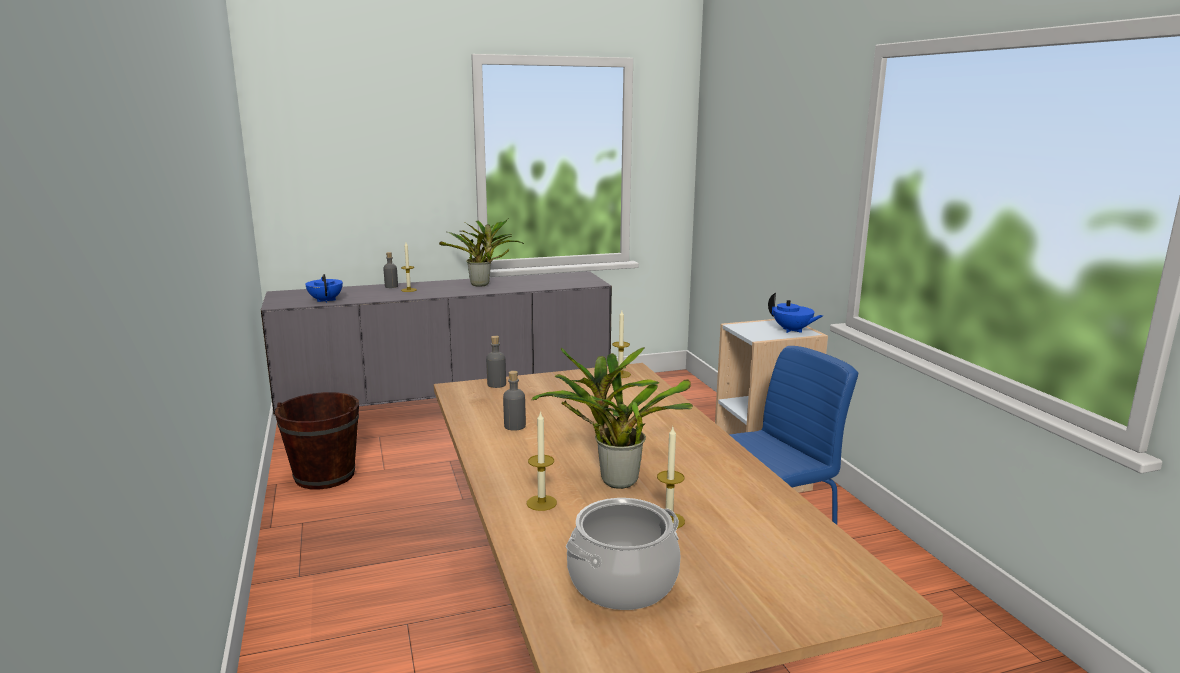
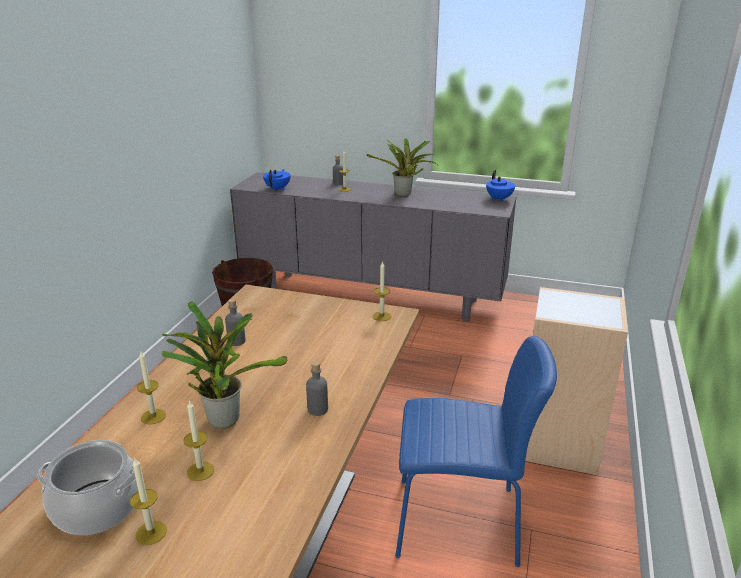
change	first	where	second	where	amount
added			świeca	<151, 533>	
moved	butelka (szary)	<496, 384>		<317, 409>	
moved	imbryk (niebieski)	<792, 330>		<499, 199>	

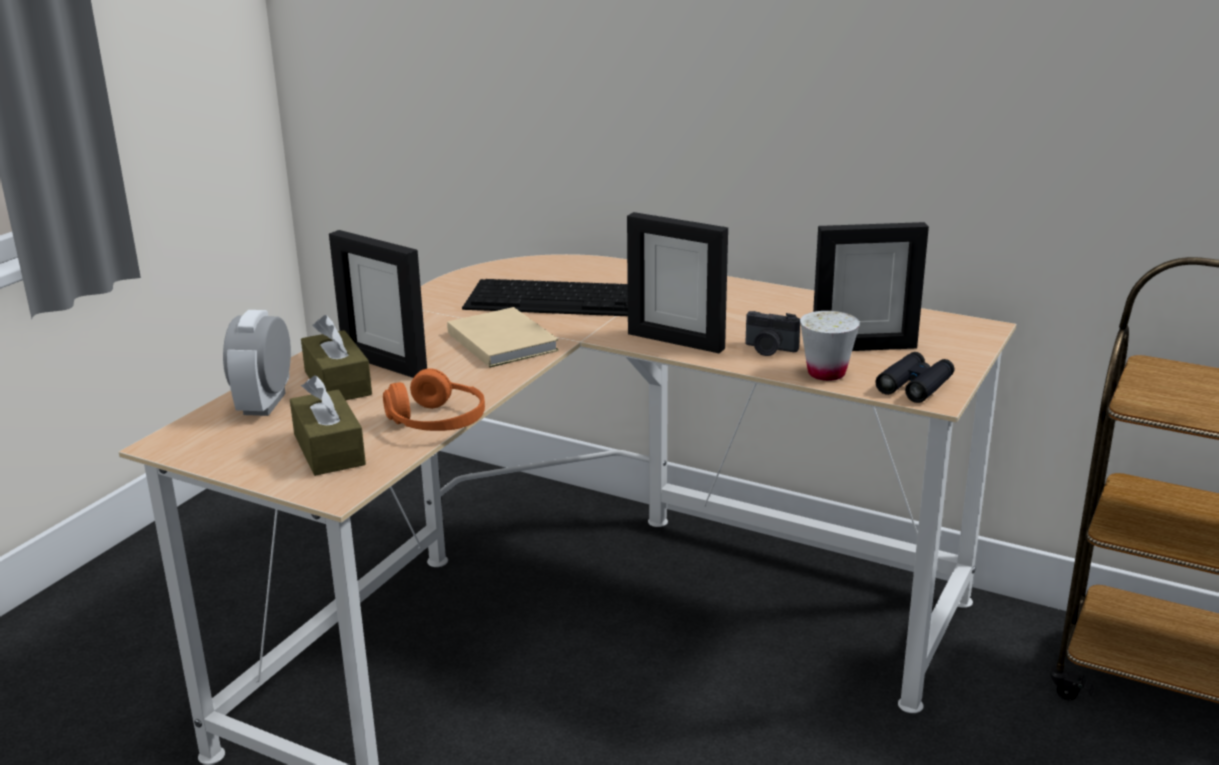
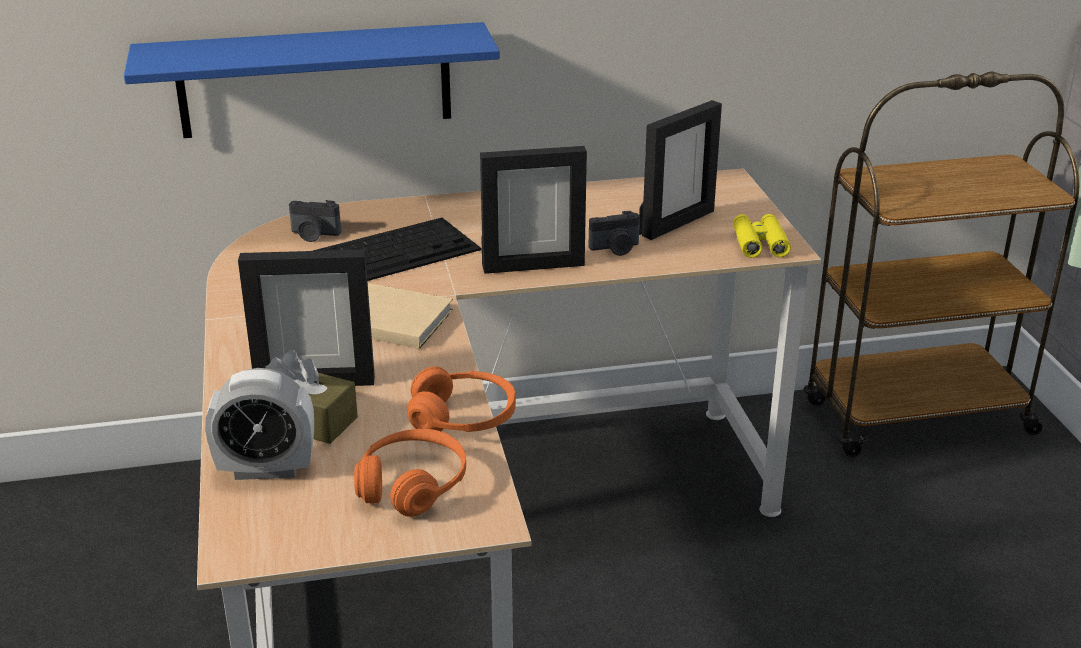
change	first	where	second	where	amount
removed	filiżanka (biały)	<826, 373>			
added			półka (niebieski)	<315, 80>	
added			aparat fotograficzny	<314, 235>	
replaced	pudełko chusteczek (brązowy)	<329, 449>	słuchawki (pomarańczowy)	<412, 485>	
recoloured	lornetka (czarny)	<915, 385>	lornetka (żółty)	<759, 243>	
turned	budzik	<265, 404>		<266, 469>	60 degrees counterclockwise

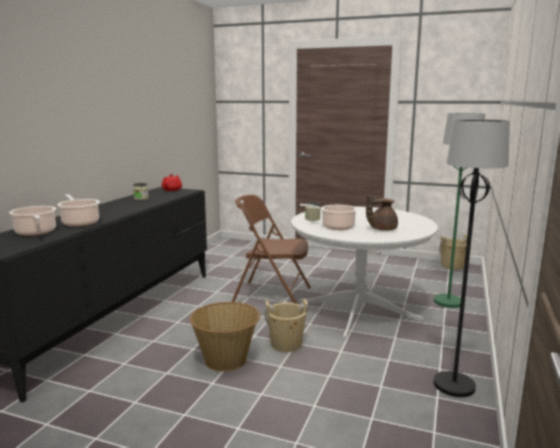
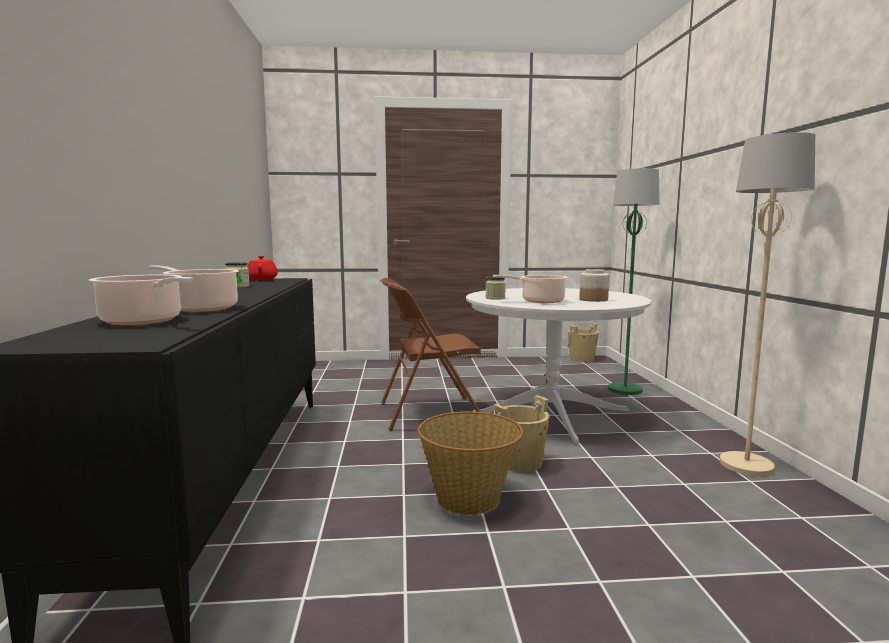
change	first	where	second	where	amount
replaced	imbryk (brązowy)	<381, 229>	słoik	<593, 299>	
recoloured	lampa stojąca (czarny)	<454, 385>	lampa stojąca (beżowy)	<747, 465>	

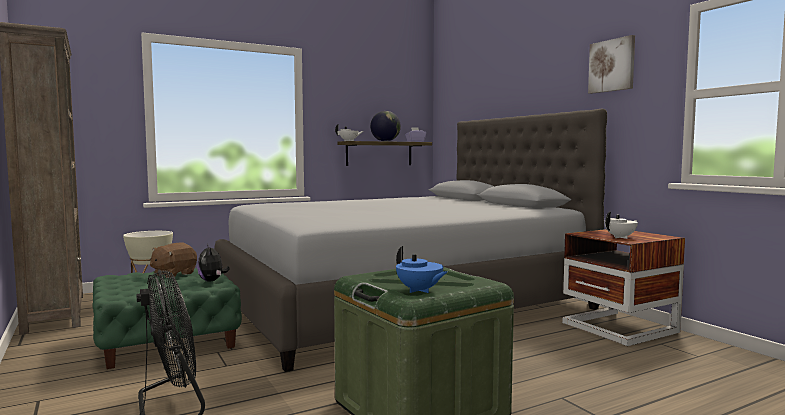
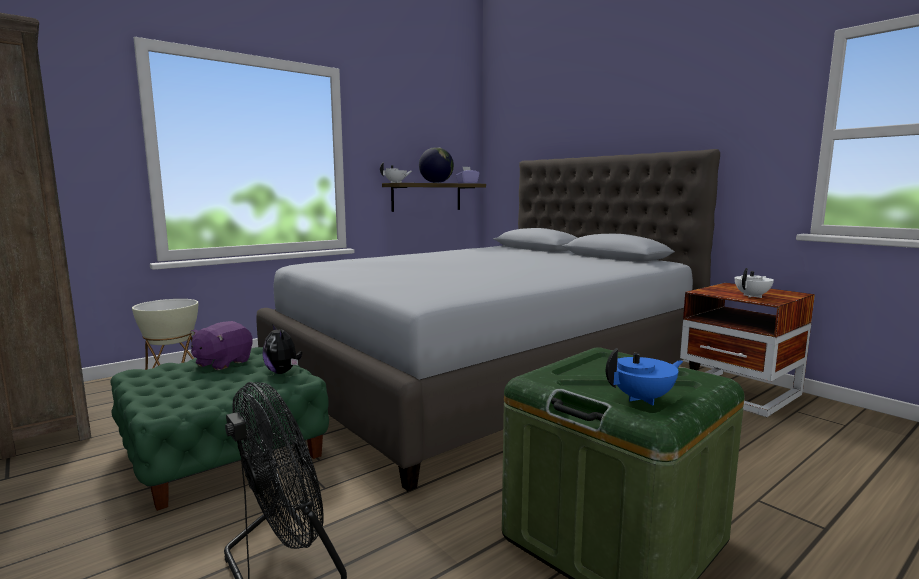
change	first	where	second	where	amount
removed	obraz	<612, 65>			
recoloured	pluszak (brązowy)	<173, 274>	pluszak (fioletowy)	<222, 363>	
turned	imbryk (niebieski)	<419, 290>		<642, 399>	60 degrees counterclockwise

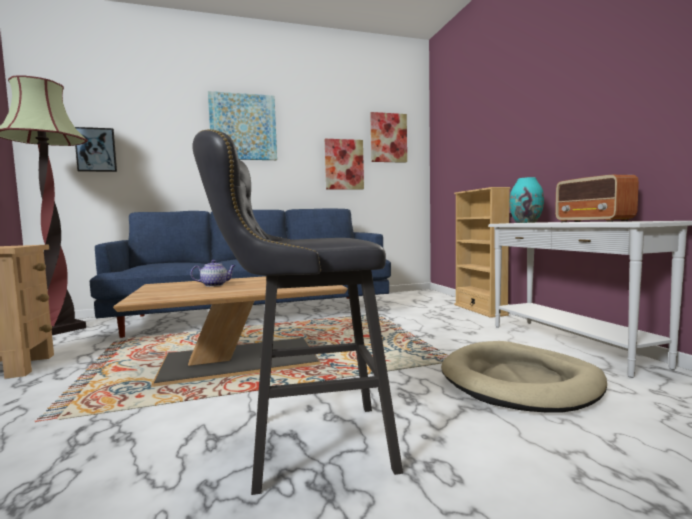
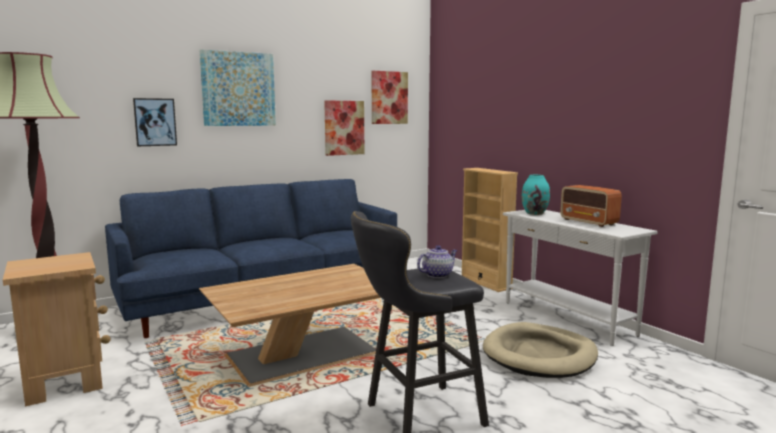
change	first	where	second	where	amount
moved	obraz	<96, 150>		<155, 122>	
moved	imbryk	<215, 285>		<437, 275>	

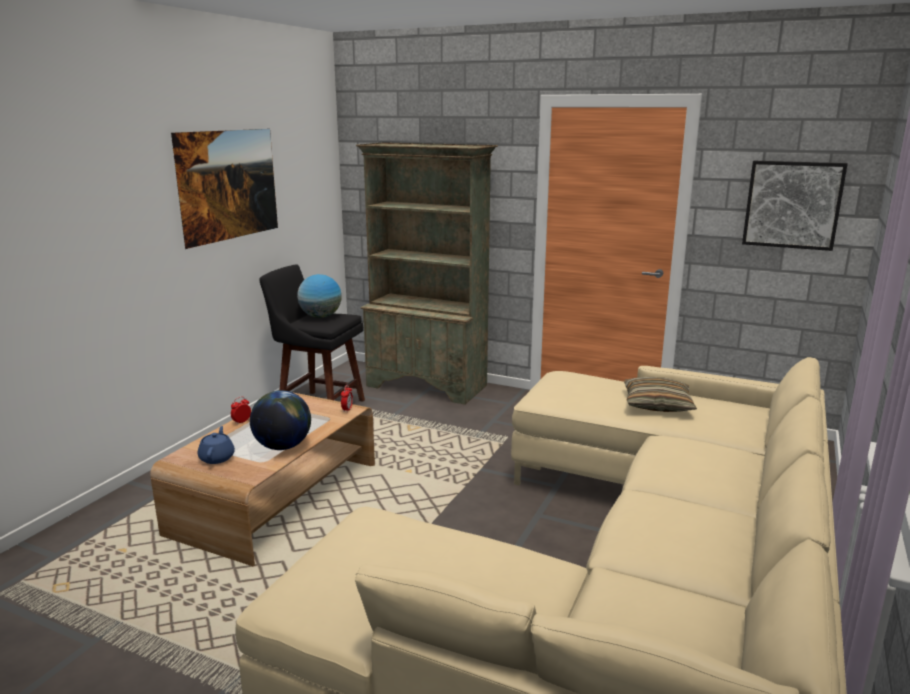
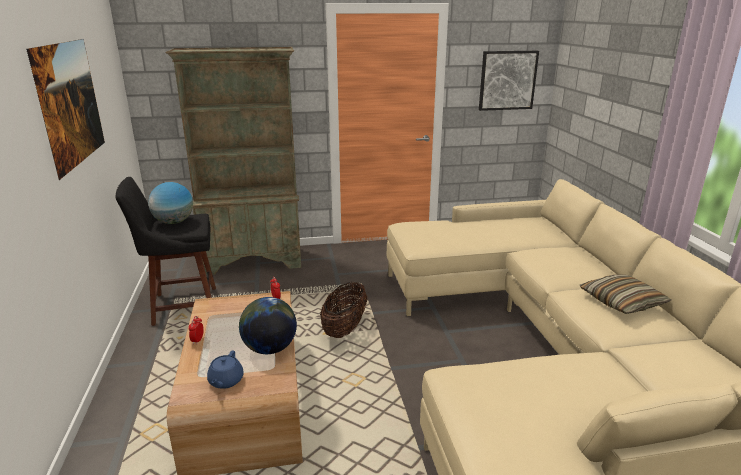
change	first	where	second	where	amount
added			koszyk	<344, 328>	
moved	poduszka	<657, 404>		<621, 302>	
turned	imbryk (niebieski)	<217, 458>		<225, 381>	135 degrees counterclockwise

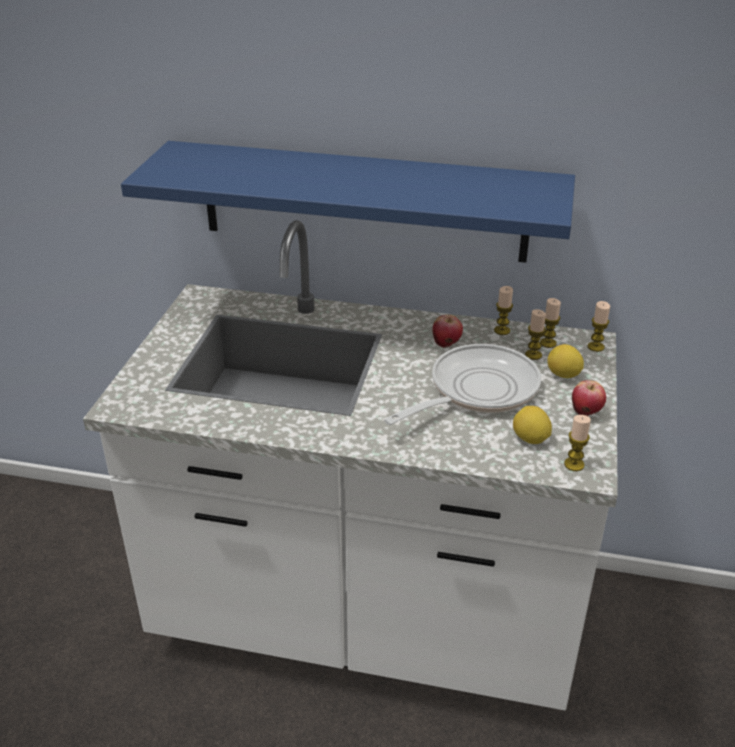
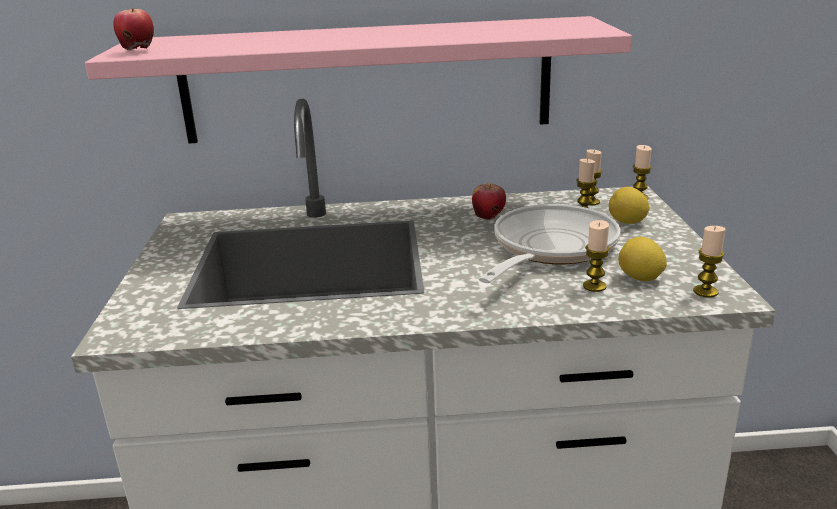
change	first	where	second	where	amount
moved	świeca	<502, 330>		<594, 286>	
moved	jabłko	<586, 413>		<139, 51>	
recoloured	półka (niebieski)	<363, 201>	półka (różowy)	<366, 81>	

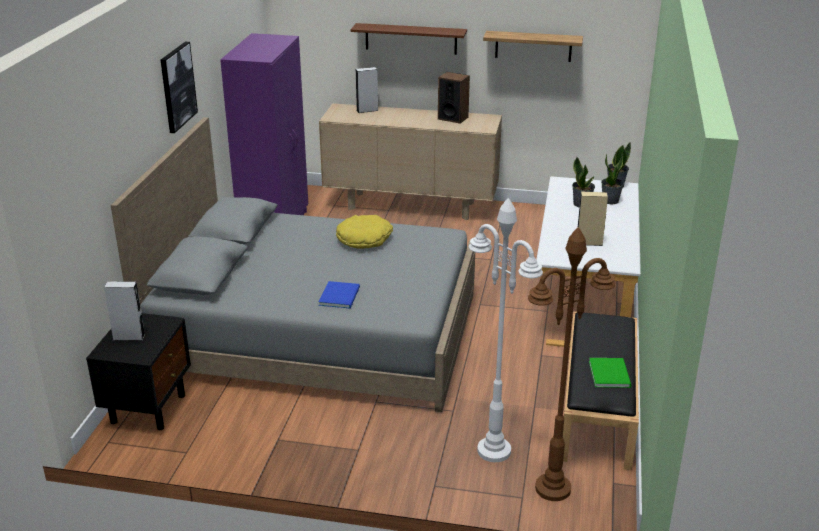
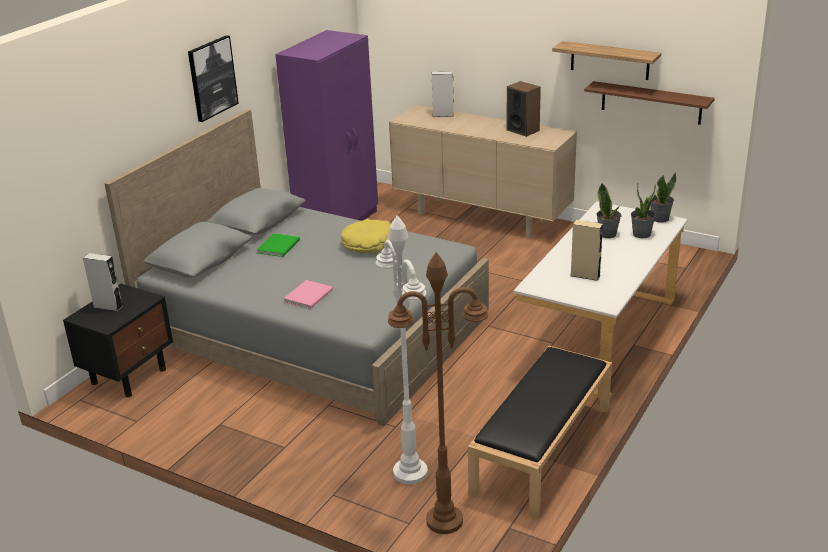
change	first	where	second	where	amount
moved	półka (brązowy)	<411, 39>		<651, 103>	
moved	książka (zielony)	<610, 373>		<280, 246>	
recoloured	książka (niebieski)	<340, 295>	książka (różowy)	<310, 295>	

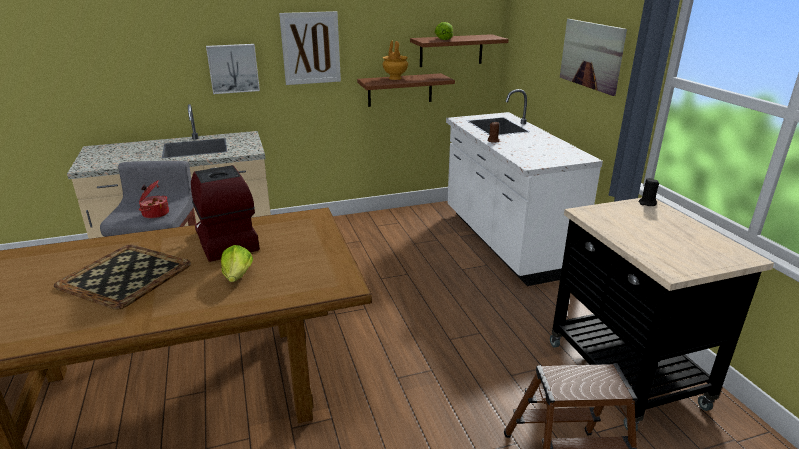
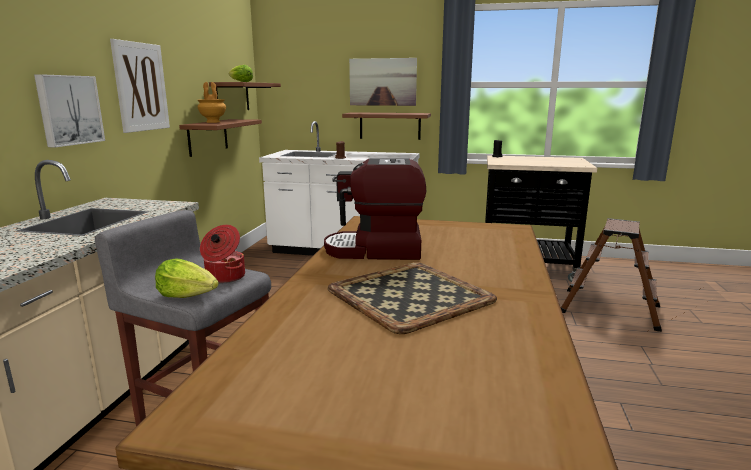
change	first	where	second	where	amount
added			półka (brązowy)	<390, 126>	
moved	sałata	<238, 276>		<188, 295>	

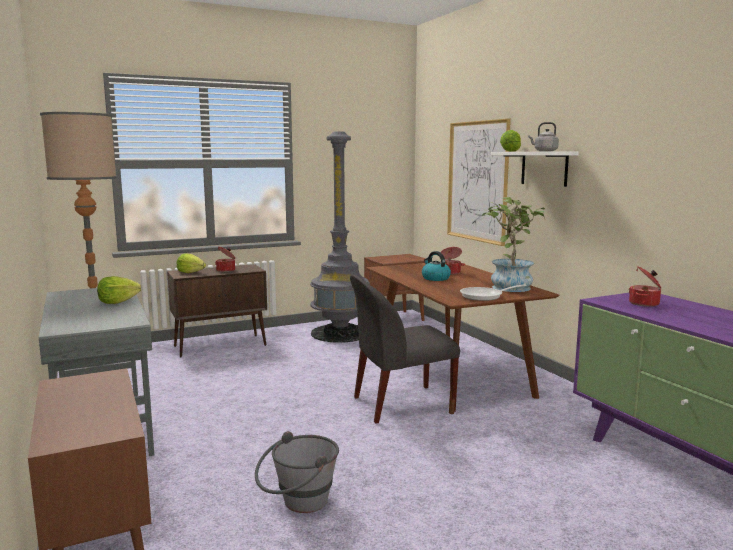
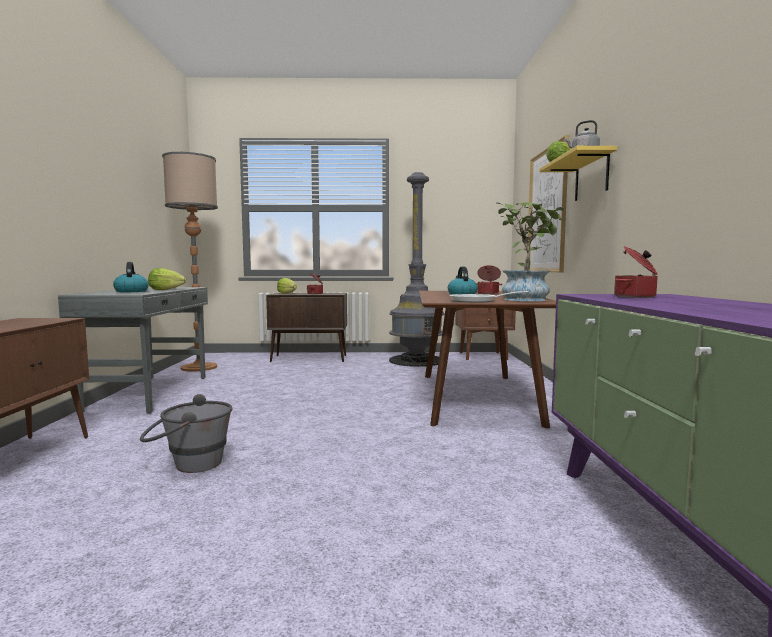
change	first	where	second	where	amount
removed	krzesło (szary)	<400, 404>			
added			czajnik	<131, 291>	
recoloured	półka (biały)	<544, 168>	półka (żółty)	<591, 177>	

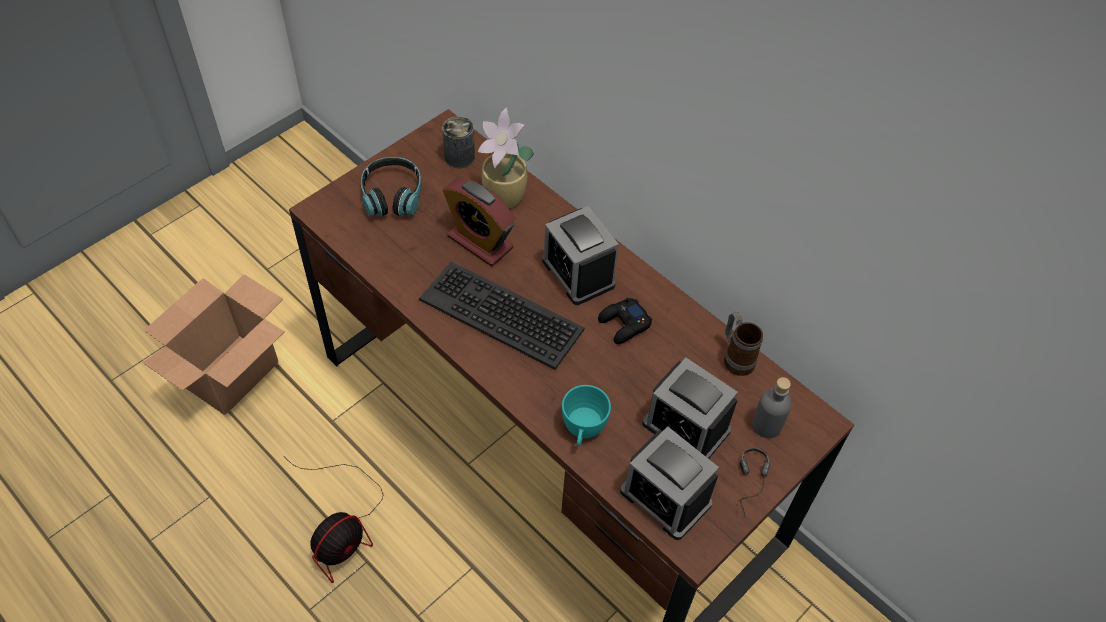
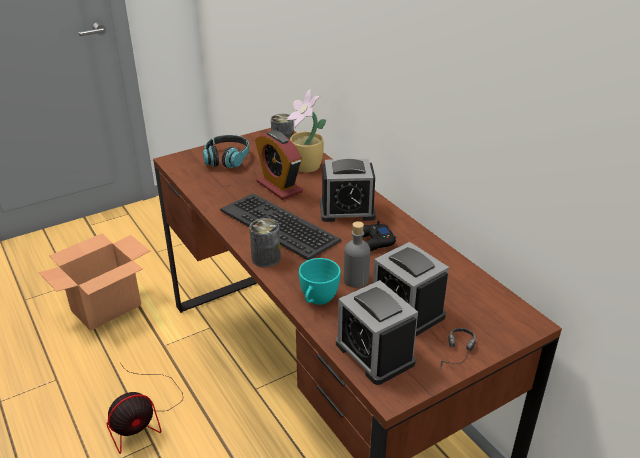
change	first	where	second	where	amount
removed	kubek	<735, 357>			
added			puszka	<266, 258>	
moved	butelka (szary)	<766, 425>		<356, 280>	
turned	budzik	<578, 273>		<347, 210>	75 degrees counterclockwise

